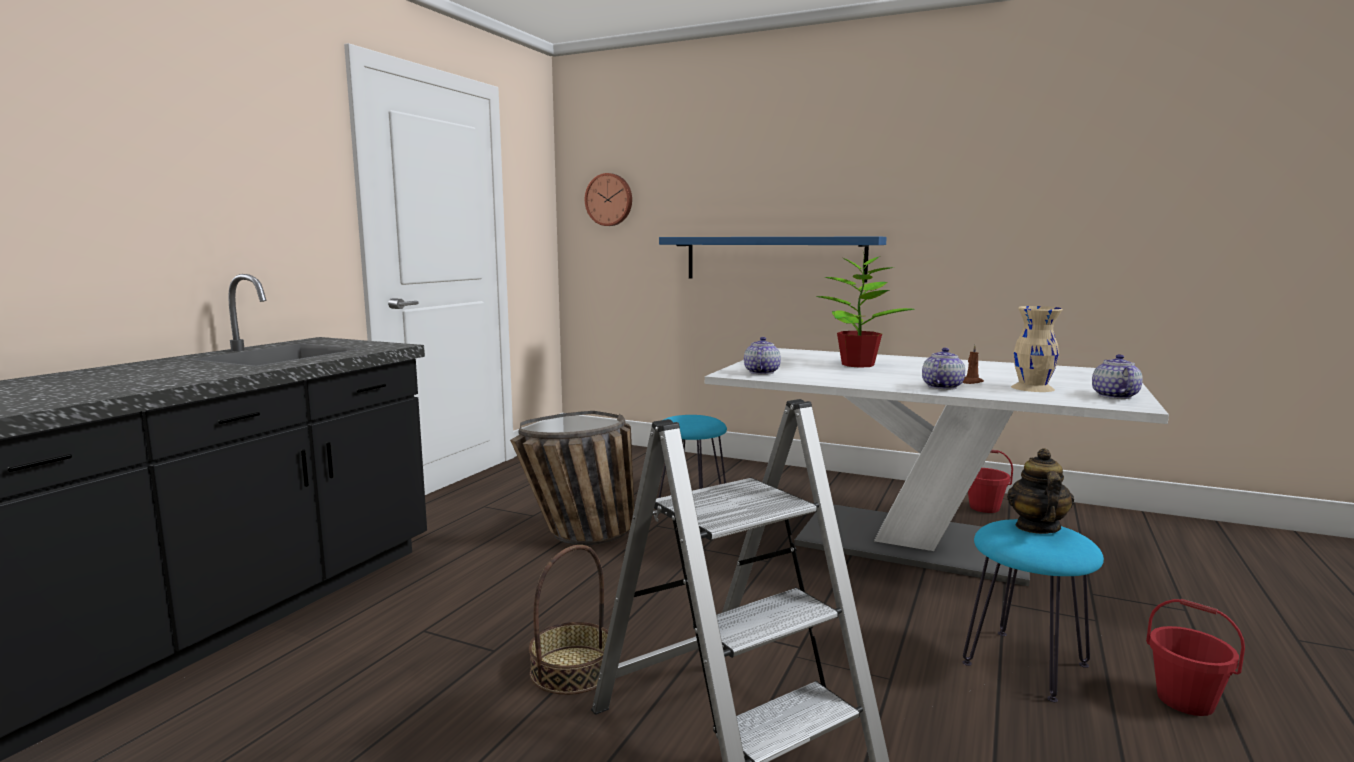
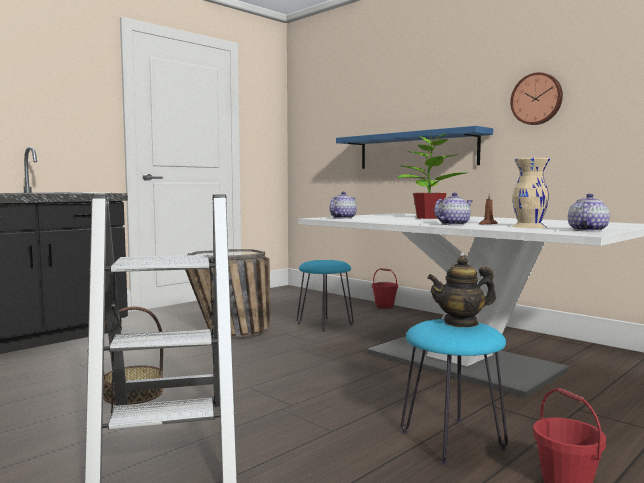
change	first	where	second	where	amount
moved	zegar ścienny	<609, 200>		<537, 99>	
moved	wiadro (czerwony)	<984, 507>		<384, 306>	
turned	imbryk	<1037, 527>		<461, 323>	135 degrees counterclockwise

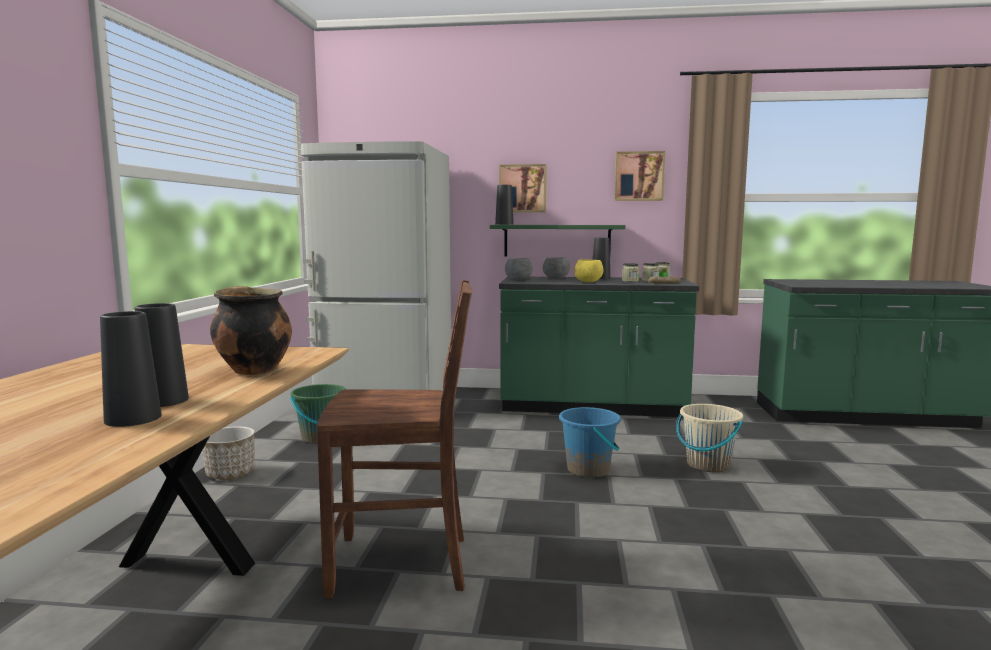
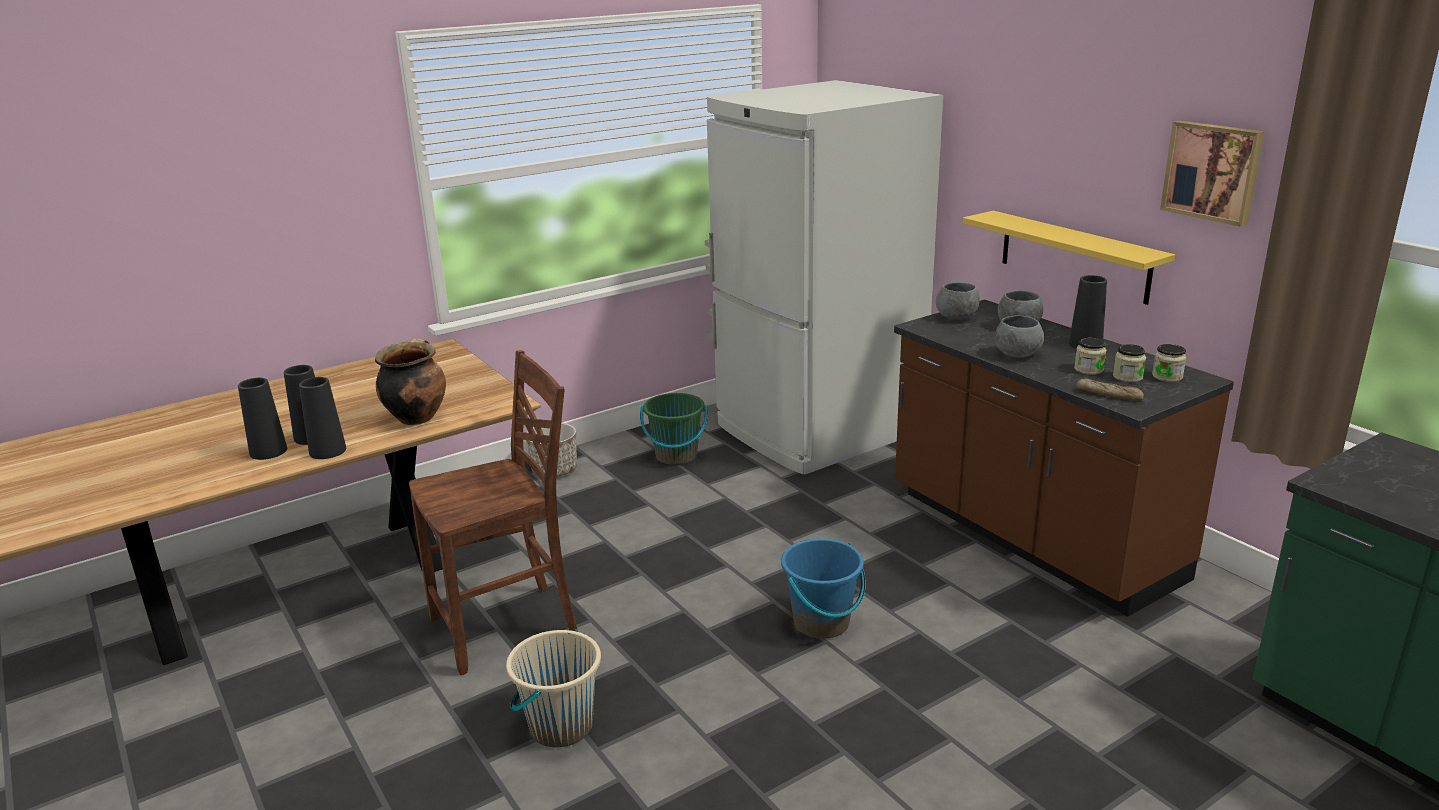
change	first	where	second	where	amount
removed	obraz	<522, 188>			
moved	wazon (czarny)	<504, 224>		<327, 451>	
moved	wiadro (beżowy)	<707, 465>		<560, 726>	
recoloured	półka (zielony)	<557, 240>	półka (żółty)	<1074, 256>	
recoloured	zabudowa kuchenna (zielony)	<592, 407>	zabudowa kuchenna (brązowy)	<1031, 537>	
recoloured	miska (żółty)	<588, 282>	miska (szary)	<1016, 354>	
turned	krzesło (brązowy)	<403, 565>		<508, 626>	75 degrees counterclockwise

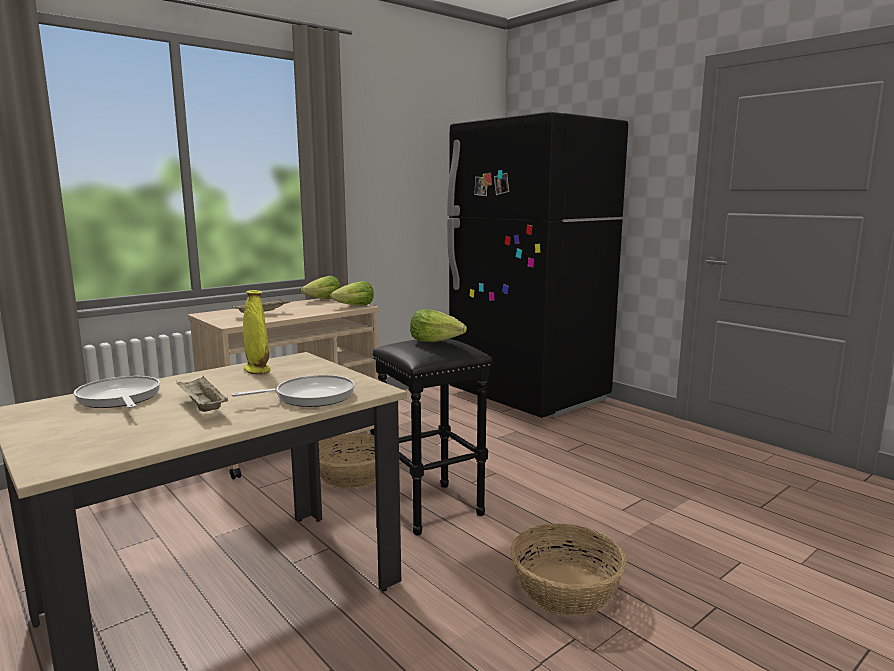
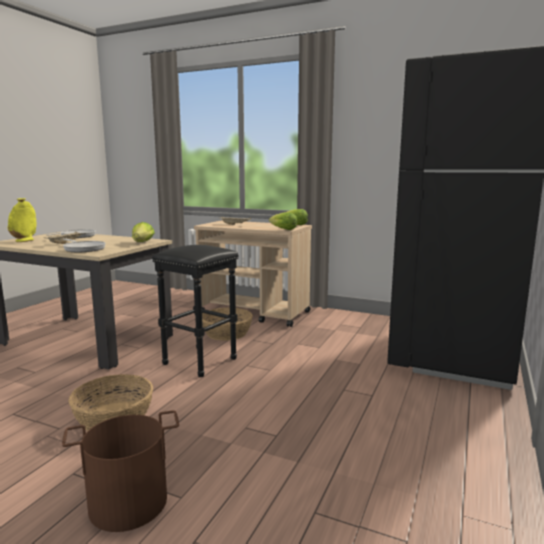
change	first	where	second	where	amount
added			wiadro (brązowy)	<128, 503>	
moved	wazon (żółty)	<257, 370>		<24, 241>	
moved	sałata	<436, 341>		<142, 242>	

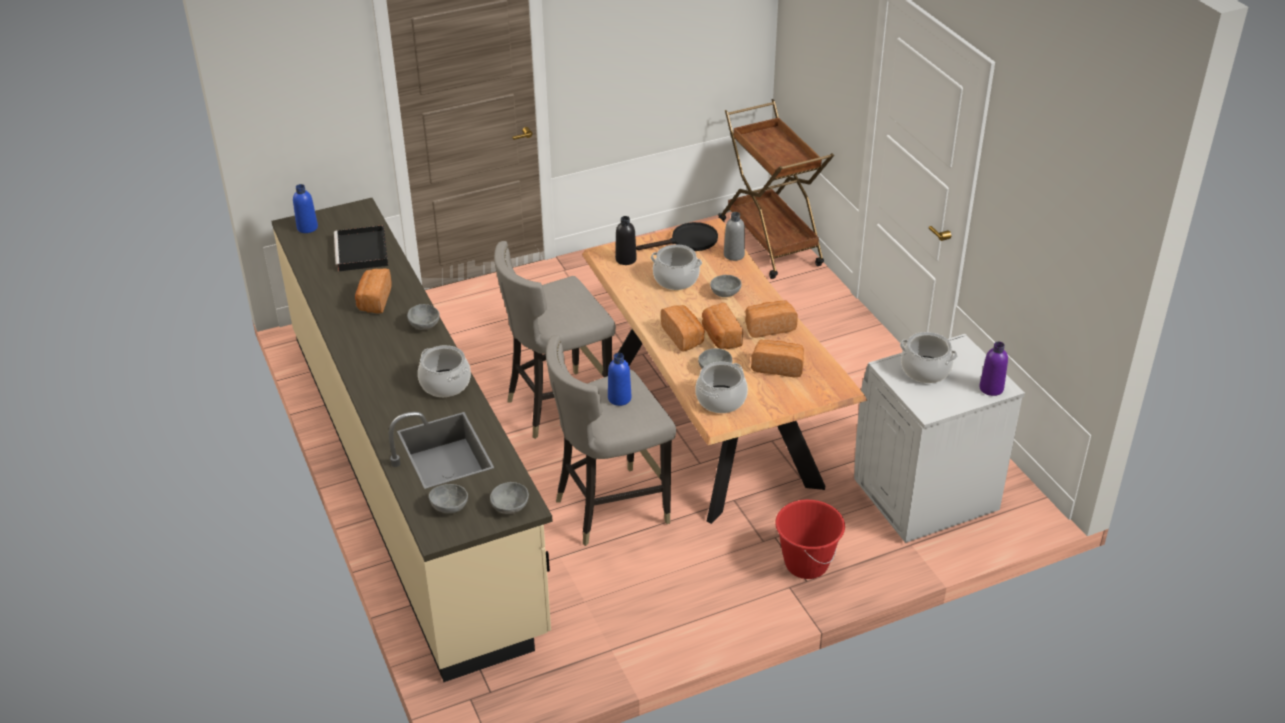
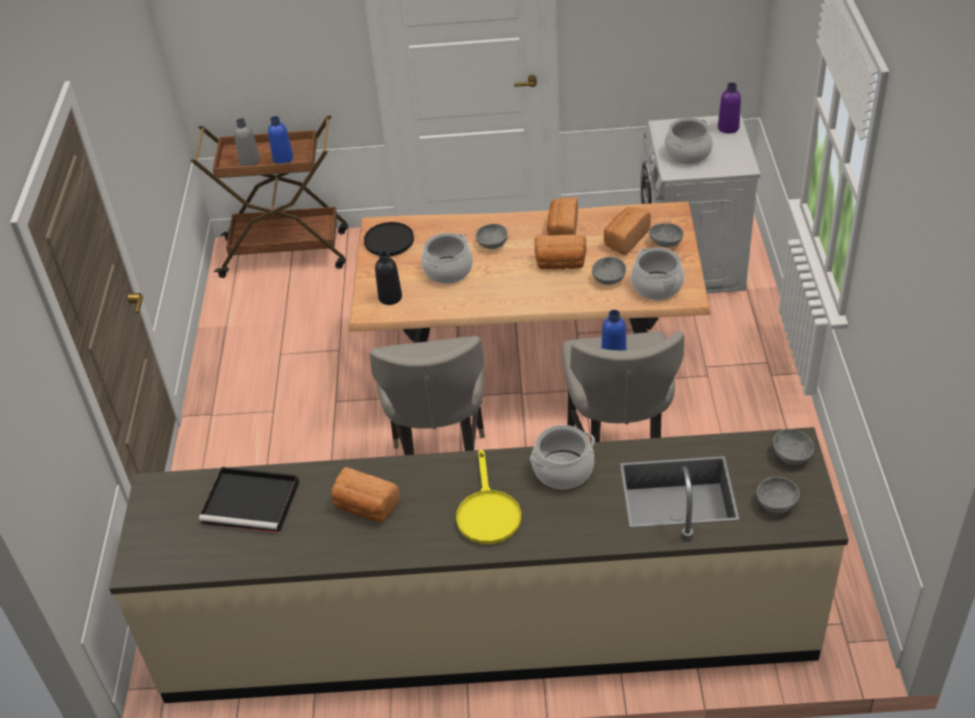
change	first	where	second	where	amount
removed	chleb	<683, 336>			
removed	wiadro (czerwony)	<806, 564>			
added			patelnia (żółty)	<487, 512>	
moved	butelka (niebieski)	<307, 228>		<283, 159>	
moved	miska (szary)	<425, 325>		<665, 242>	
moved	butelka (szary)	<734, 255>		<249, 161>	

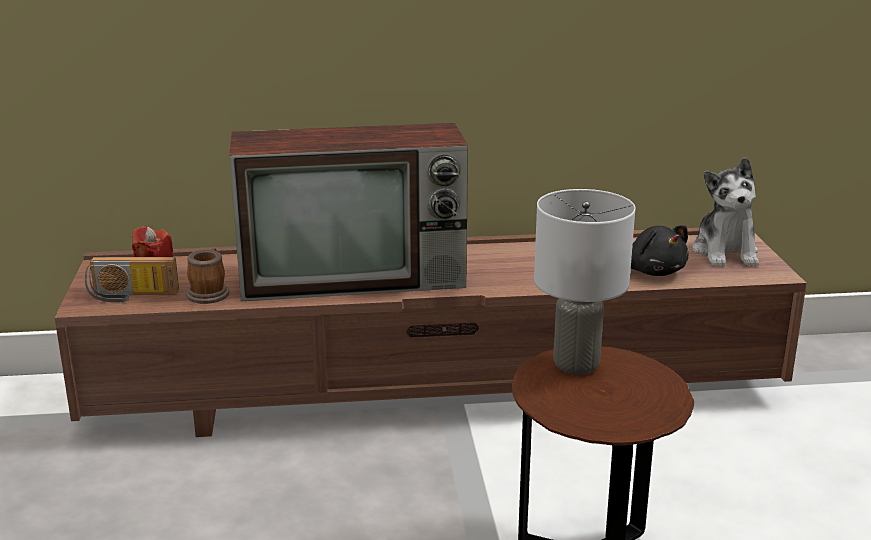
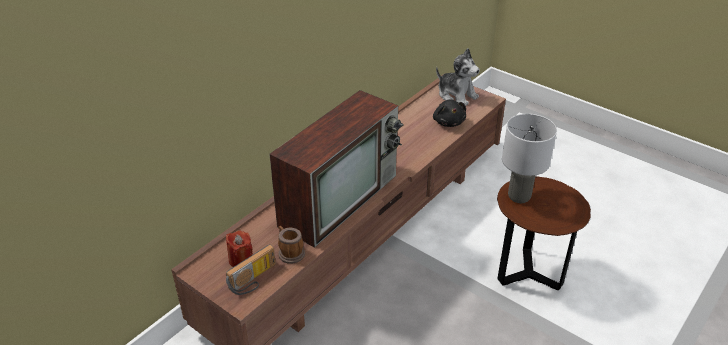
change	first	where	second	where	amount
turned	pluszak (czarny)	<654, 271>		<448, 122>	60 degrees clockwise

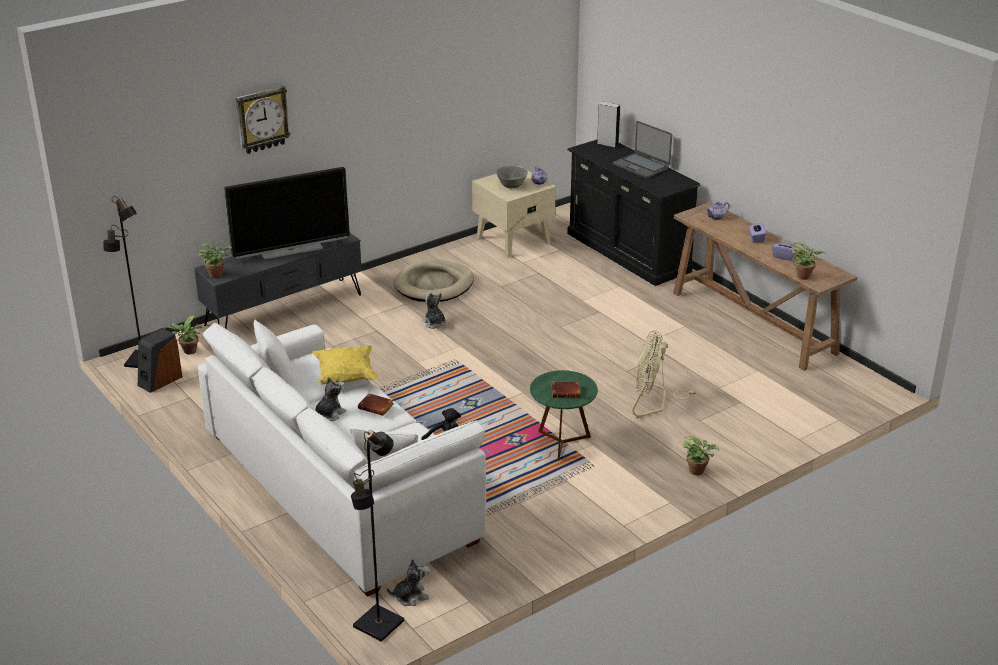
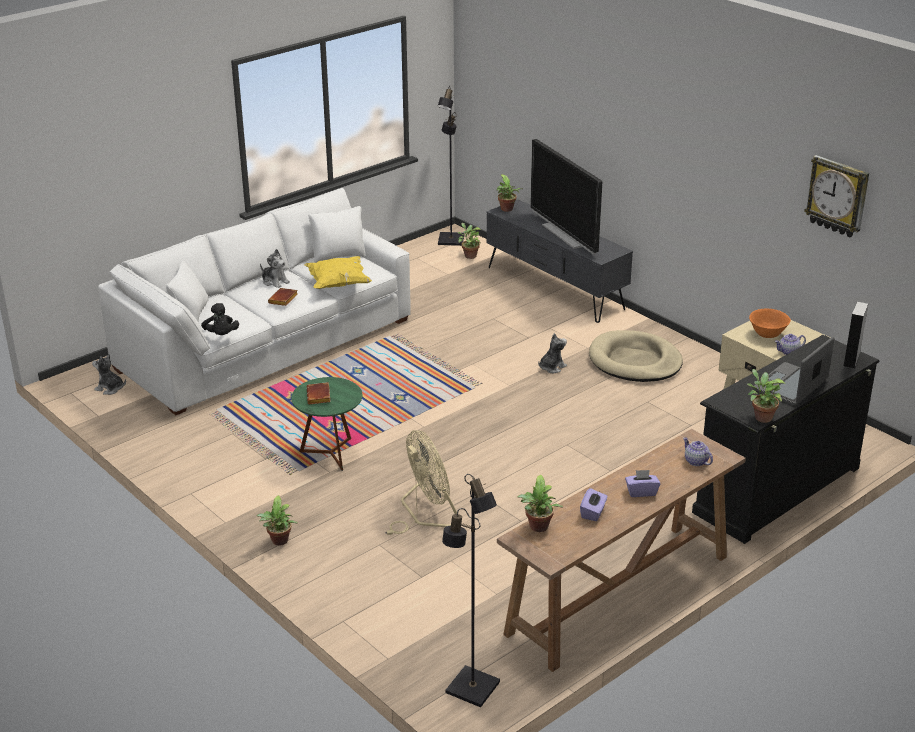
change	first	where	second	where	amount
removed	głośnik	<160, 380>			
added			roślina doniczkowa	<761, 417>	
moved	zegar ścienny	<262, 119>		<837, 196>	
moved	lampa stojąca (czarny)	<378, 624>		<472, 687>	
recoloured	miska (szary)	<511, 186>	miska (pomarańczowy)	<767, 334>	
turned	pluszak	<410, 596>		<110, 388>	135 degrees clockwise
turned	wentylator (beżowy)	<654, 398>		<421, 512>	60 degrees clockwise

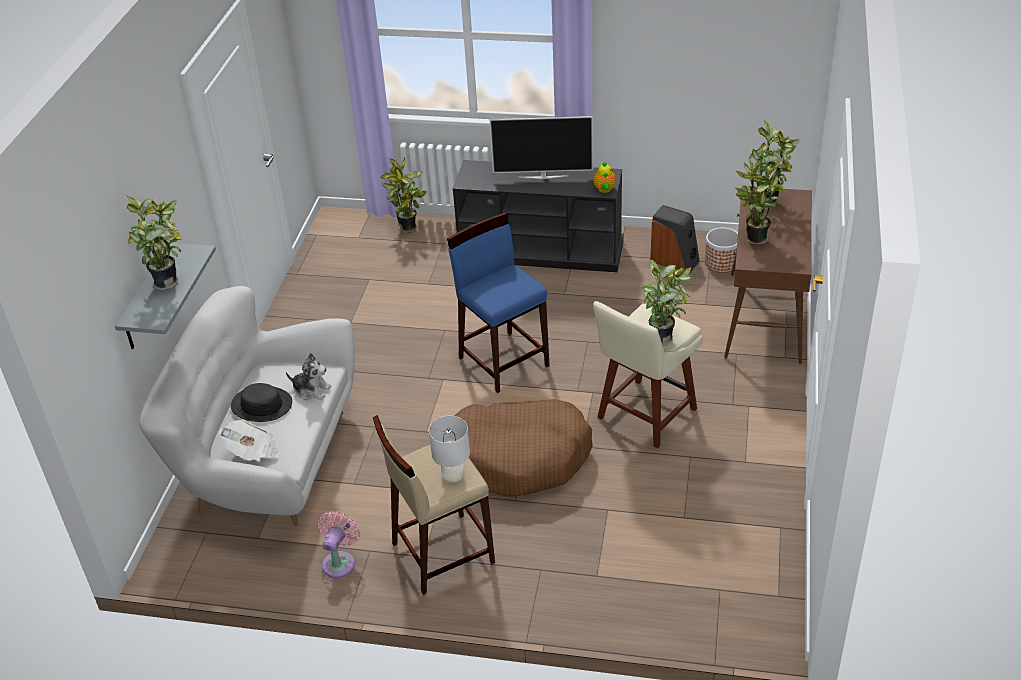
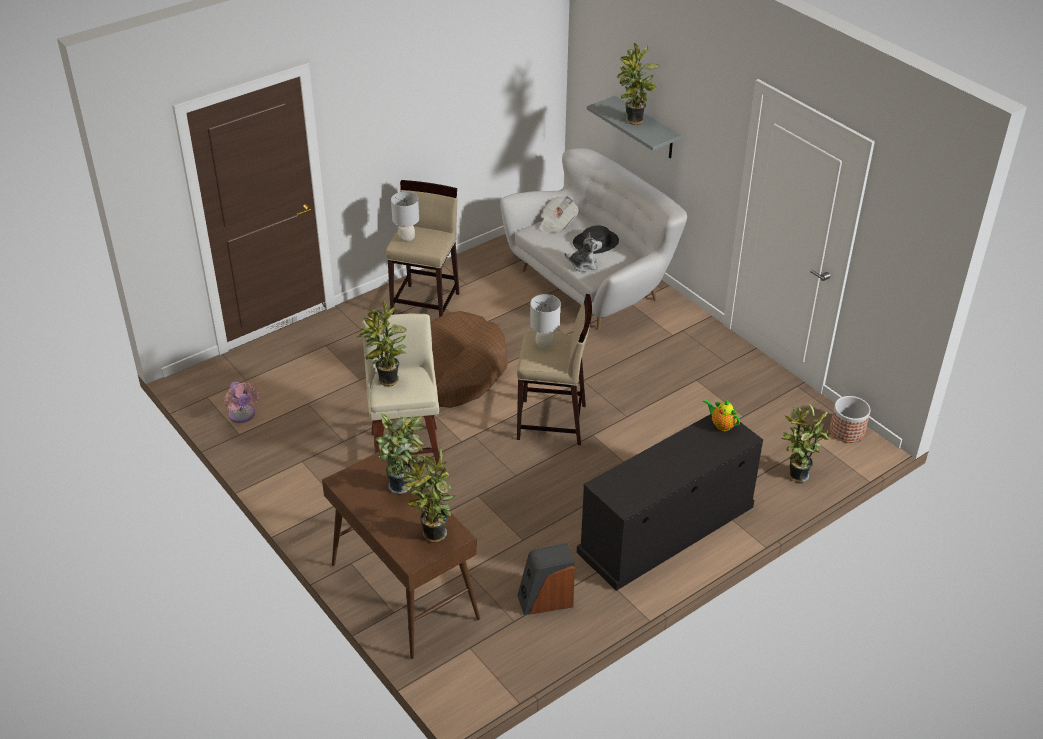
change	first	where	second	where	amount
removed	telewizor	<543, 176>			
added			lampa stołowa (szary)	<544, 345>	
moved	wentylator (różowy)	<340, 561>		<242, 416>	
moved	imbryk	<604, 190>		<721, 425>	
moved	donica	<721, 262>		<847, 431>	
recoloured	stołek (niebieski)	<504, 361>	stołek (beżowy)	<552, 422>	
turned	pluszak	<311, 390>		<584, 265>	150 degrees counterclockwise

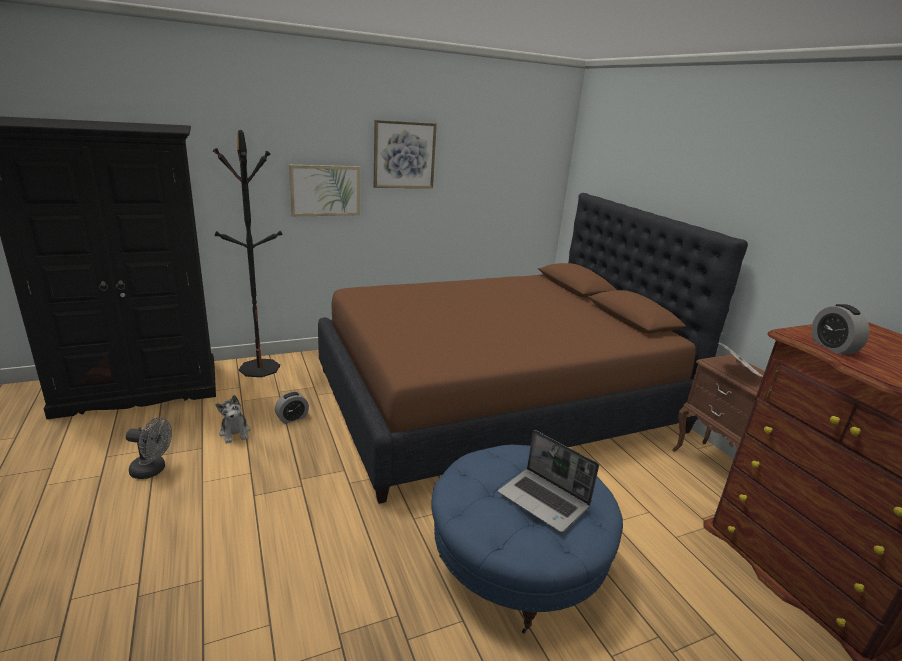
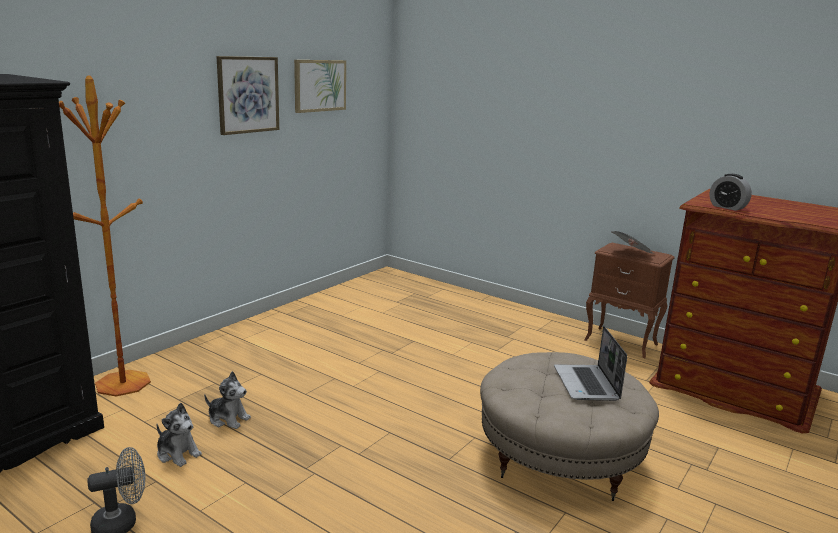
change	first	where	second	where	amount
removed	łóżko (brązowy)	<497, 400>			
moved	obraz	<325, 190>		<319, 85>	
replaced	budzik	<292, 418>	pluszak	<228, 419>	
recoloured	wieszak (czarny)	<259, 368>	wieszak (pomarańczowy)	<123, 383>	
recoloured	pufa (niebieski)	<517, 561>	pufa (beżowy)	<559, 457>	
turned	laptop	<544, 501>		<587, 384>	75 degrees clockwise

